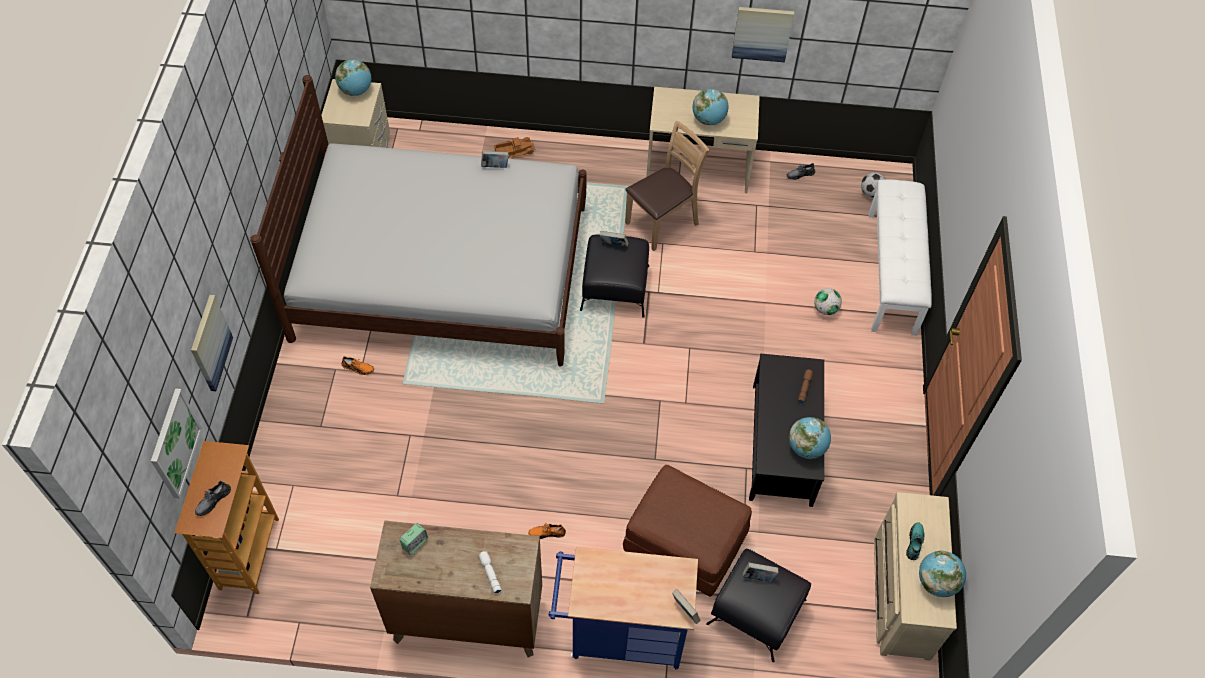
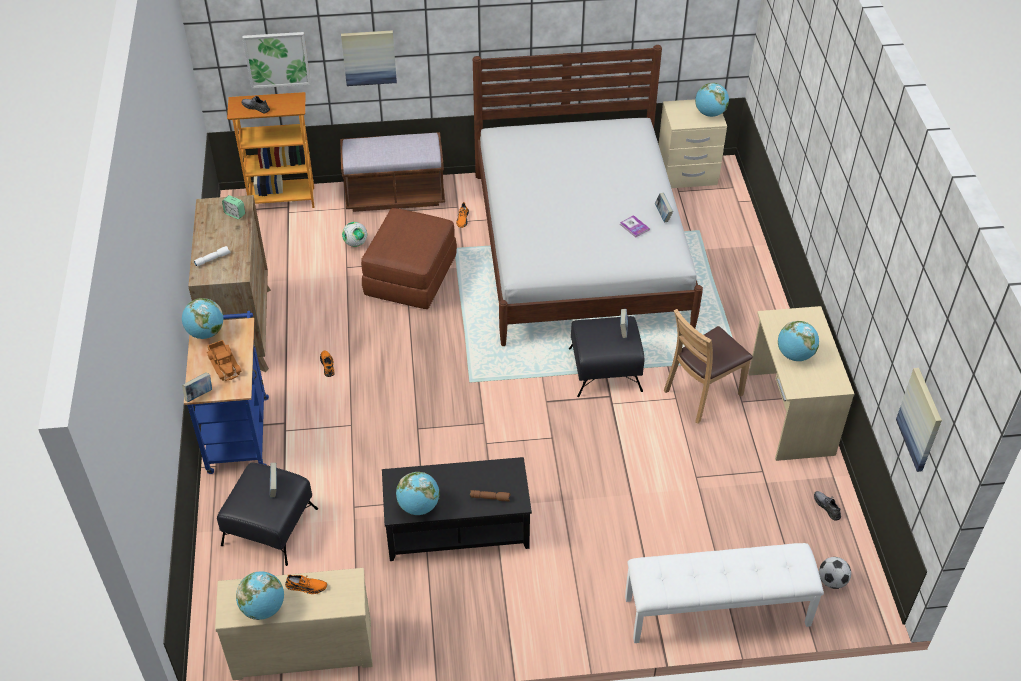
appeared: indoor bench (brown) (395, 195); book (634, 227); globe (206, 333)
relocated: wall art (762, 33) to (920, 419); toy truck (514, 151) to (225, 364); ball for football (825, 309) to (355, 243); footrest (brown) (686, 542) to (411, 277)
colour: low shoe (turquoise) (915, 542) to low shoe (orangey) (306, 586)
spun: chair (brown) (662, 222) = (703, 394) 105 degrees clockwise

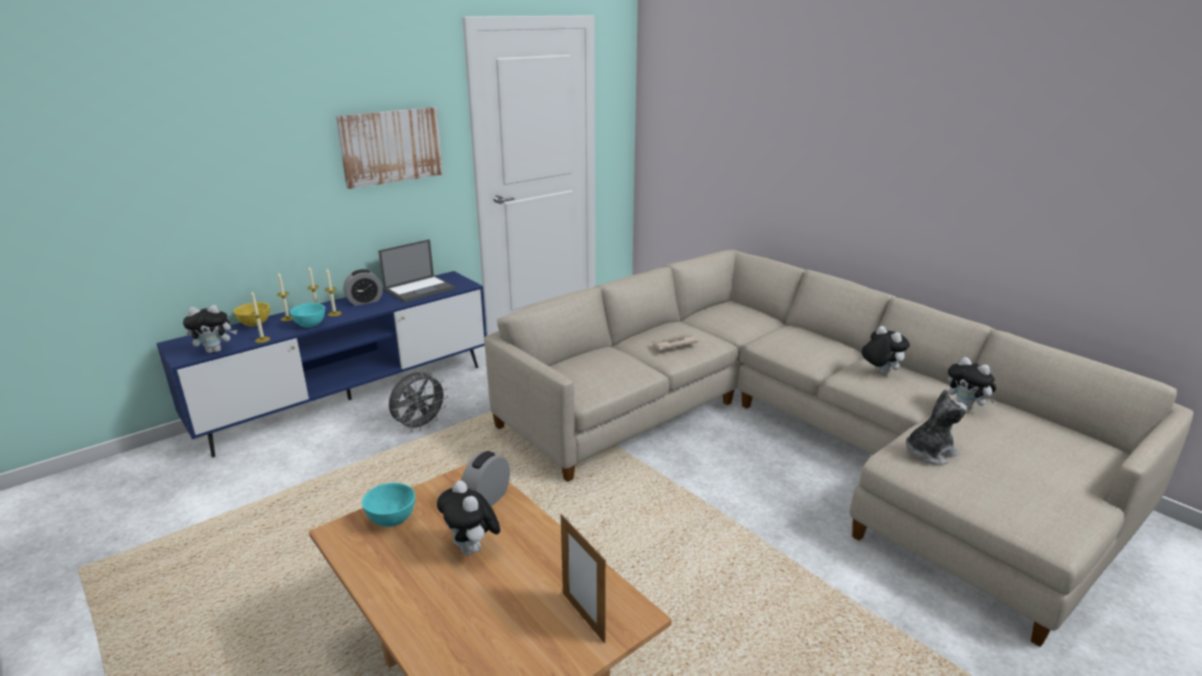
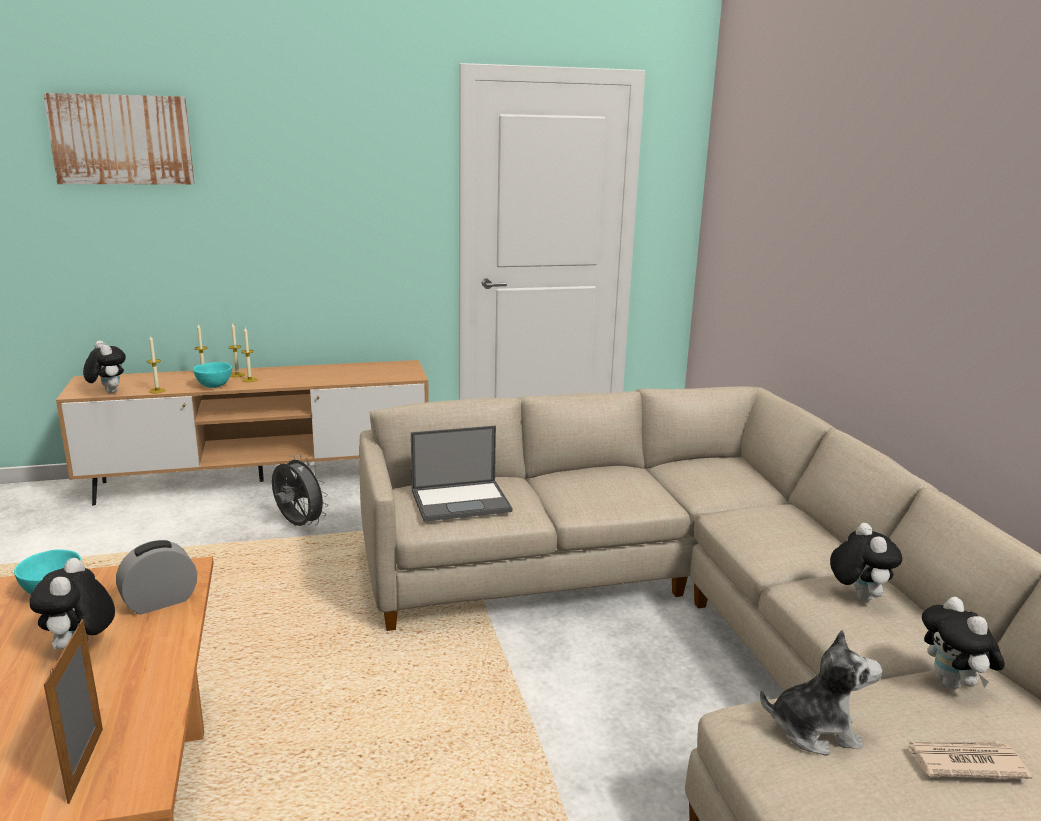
missing: alarm clock (365, 301); deep dish (yellow) (255, 324)
relocated: wall art (391, 146) to (122, 139); notebook computer (420, 289) to (462, 501); daily paper (673, 344) to (963, 762)
colour: media console (blue-coloured) (350, 399) to media console (brown) (261, 481)
spun: cuddly toy (215, 350) = (108, 392) 135 degrees counterclockwise; electric fan (greyish) (420, 426) = (298, 525) 120 degrees counterclockwise

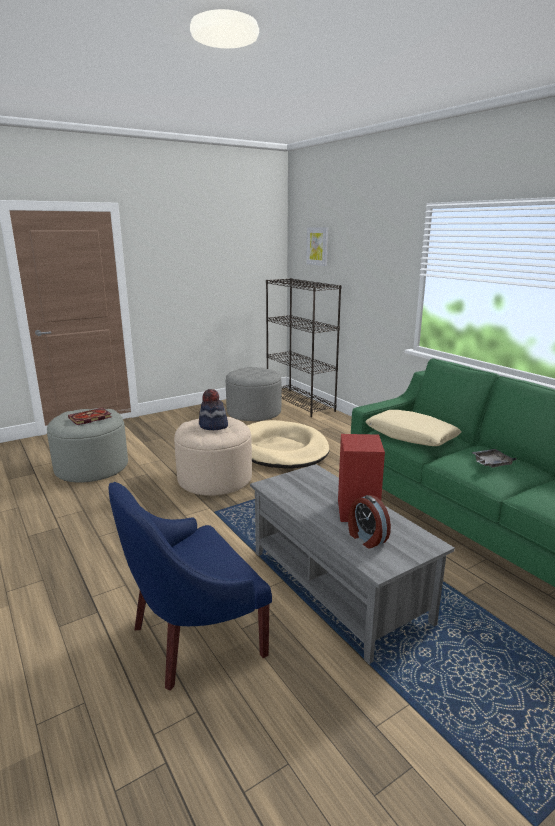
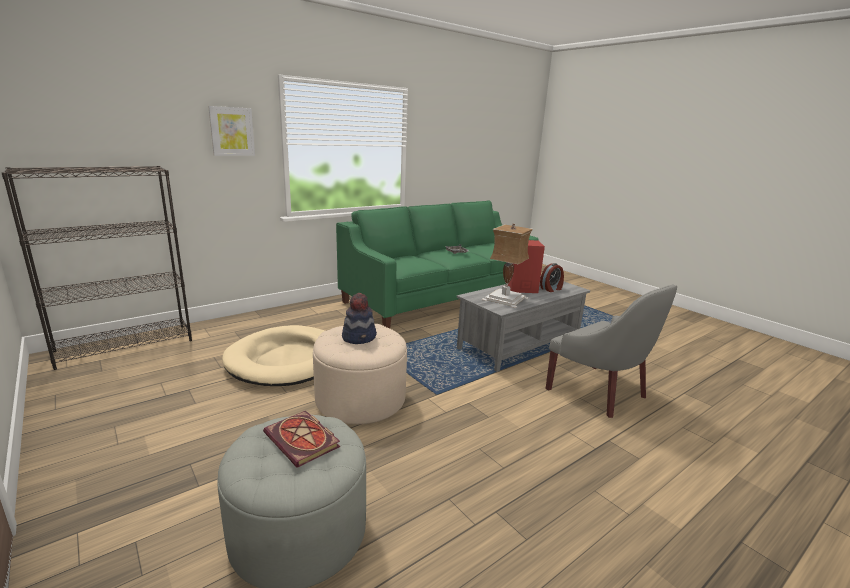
missing: footrest (greyish) (254, 412); throw pillow (sand-coloured) (411, 436)
appeared: lamp for a table (506, 298)
relocated: wall art (317, 246) to (232, 131)
colour: easy chair (blue-coloured) (193, 637) to easy chair (greyish) (600, 392)

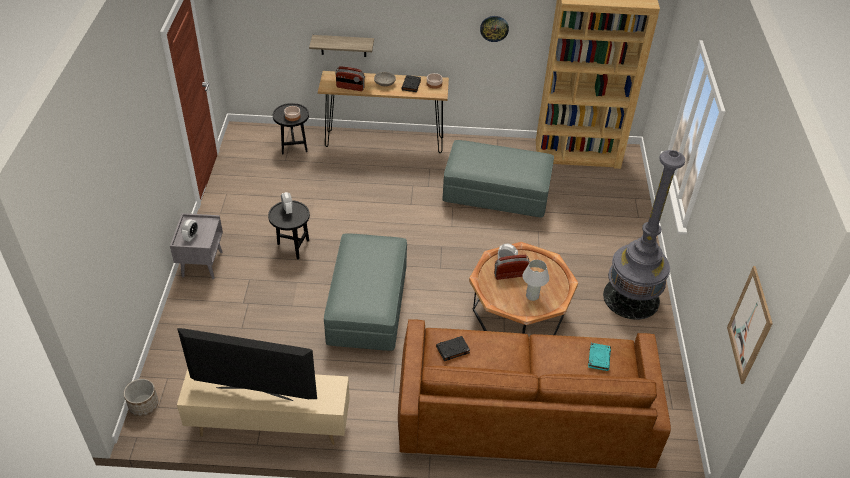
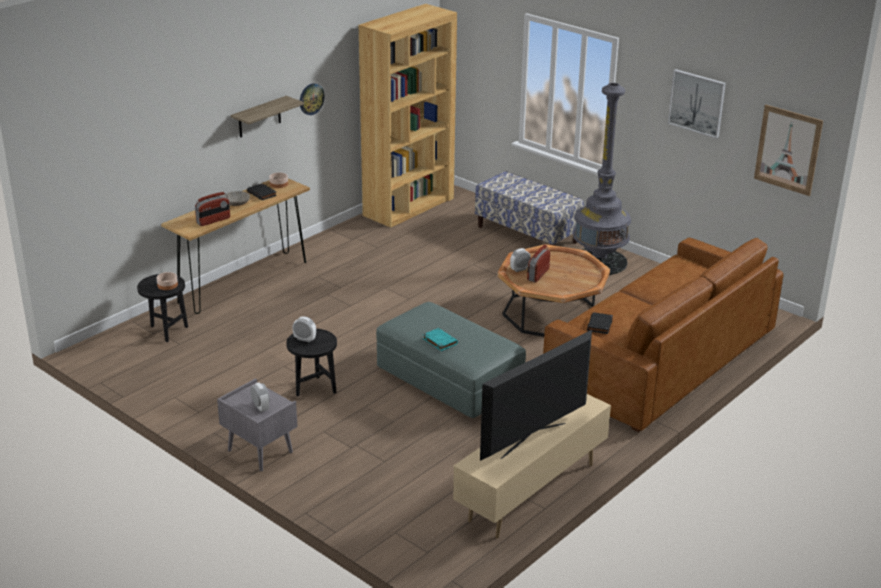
missing: footrest (greyish) (496, 194); lamp for a table (white) (532, 296); planter (144, 405)
appeared: wall art (697, 103); indoor bench (527, 234)
relocated: bracket shelf (343, 46) to (259, 117); book (turquoise) (598, 358) to (439, 341)

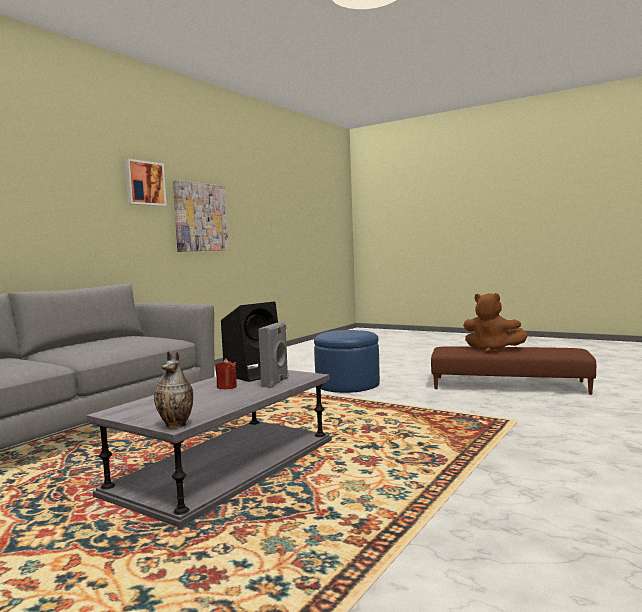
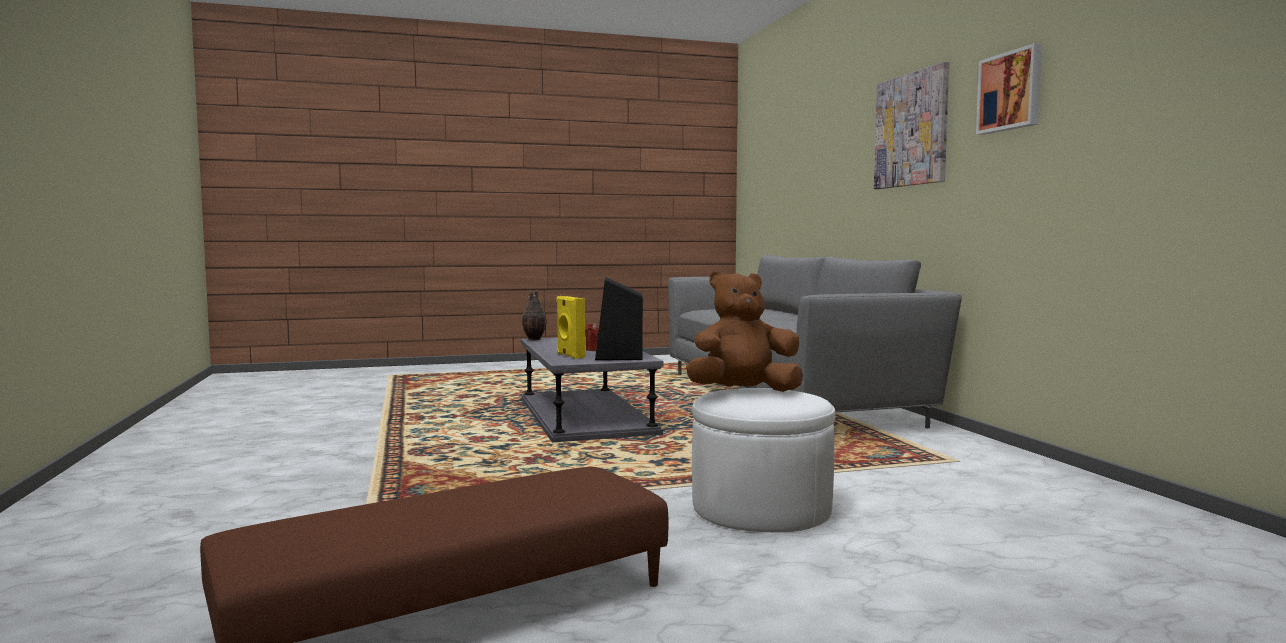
relocated: wall art (200, 217) to (911, 130); cuddly toy (brown) (492, 350) to (743, 392)
colour: loudspeaker (greyish) (276, 382) to loudspeaker (yellow) (569, 355); footrest (blue-coloured) (347, 384) to footrest (white) (761, 508)

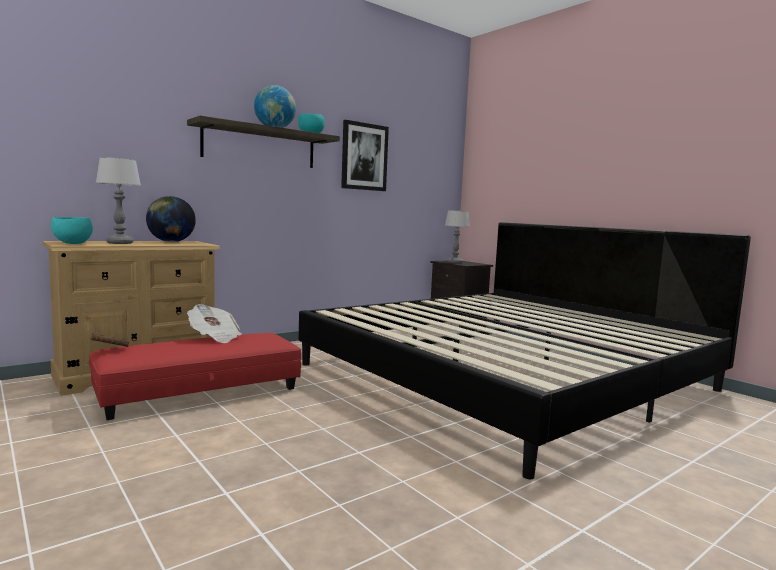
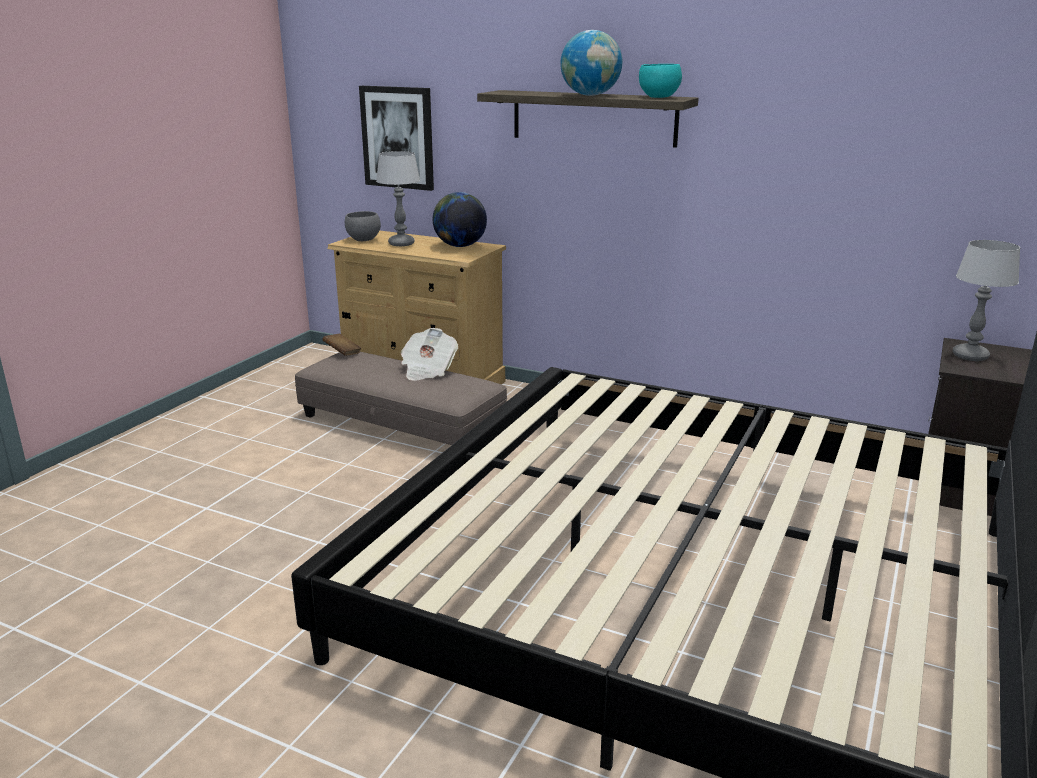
relocated: wall art (364, 157) to (398, 137)
colour: deep dish (turquoise) (73, 243) to deep dish (greyish) (363, 240); footrest (red-coloured) (200, 392) to footrest (greyish) (401, 423)

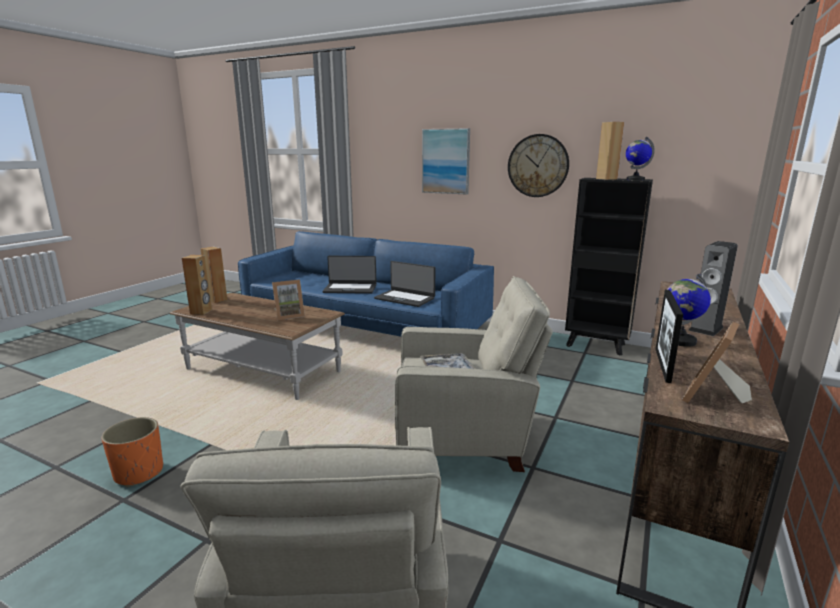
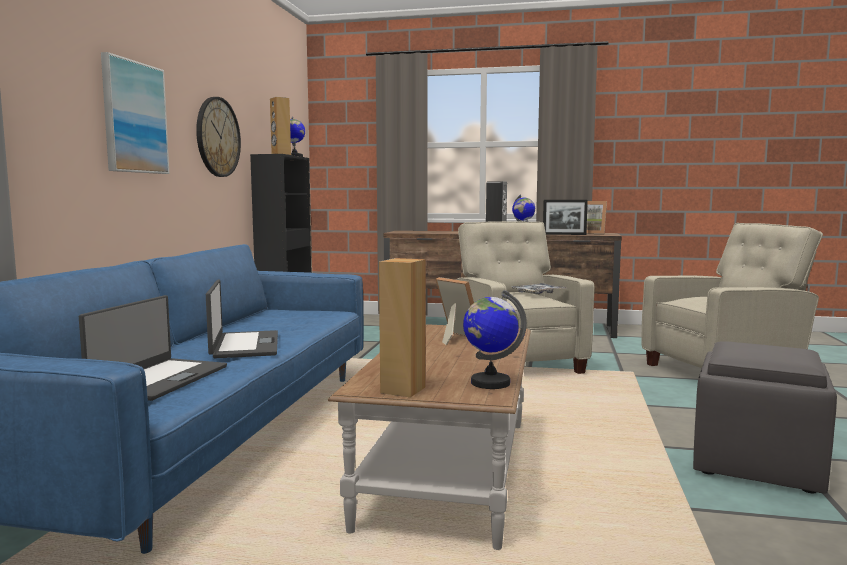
relocated: notebook computer (405, 298) to (159, 379)
exchanged: loudspeaker (brown) (201, 312) to globe (490, 383); planter (orangey) (138, 473) to footrest (greyish) (758, 465)

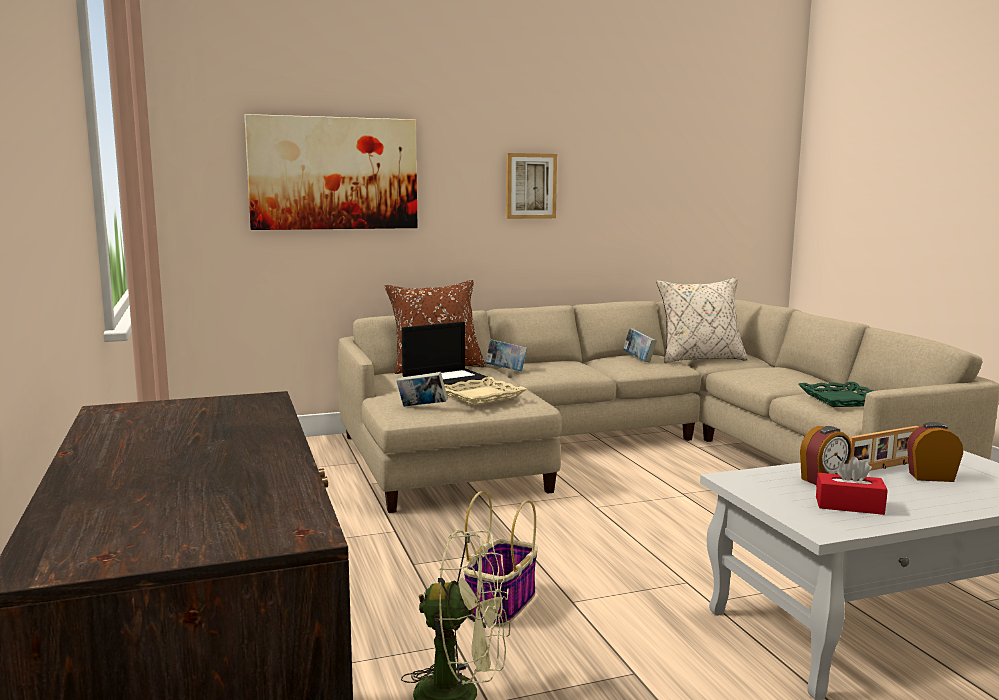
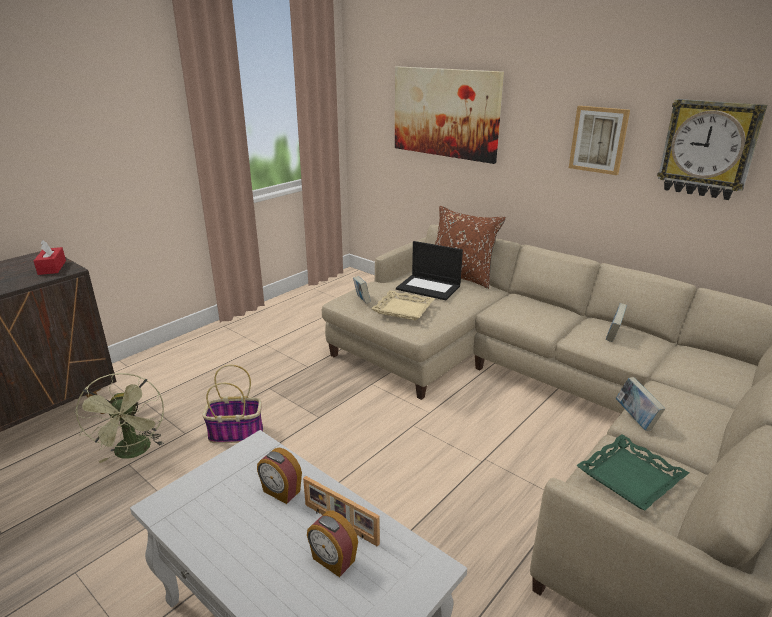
missing: throw pillow (sand-coloured) (699, 359)
appeared: wall clock (708, 149)
relocated: book (506, 370) to (635, 418); tissue box (red-coloured) (849, 505) to (52, 267)
spun: alarm clock (930, 476) = (333, 560) 150 degrees clockwise

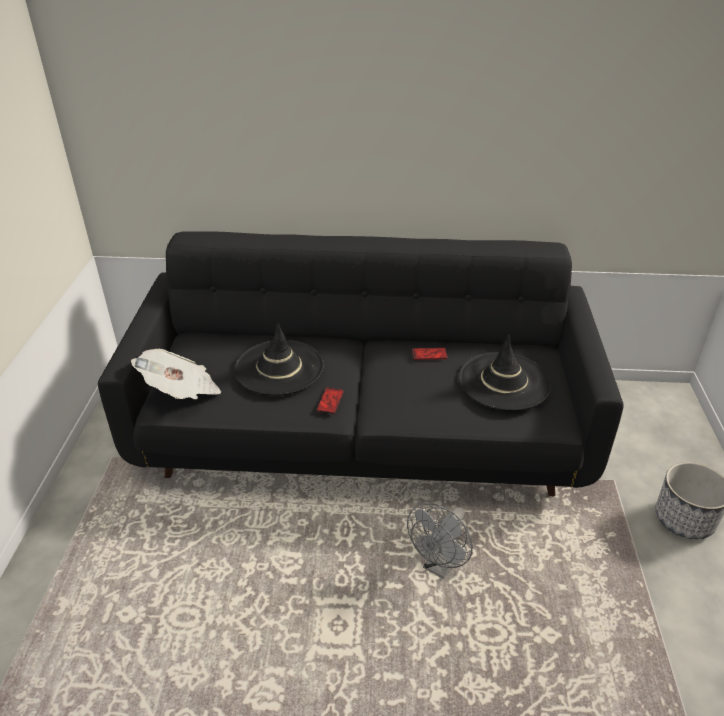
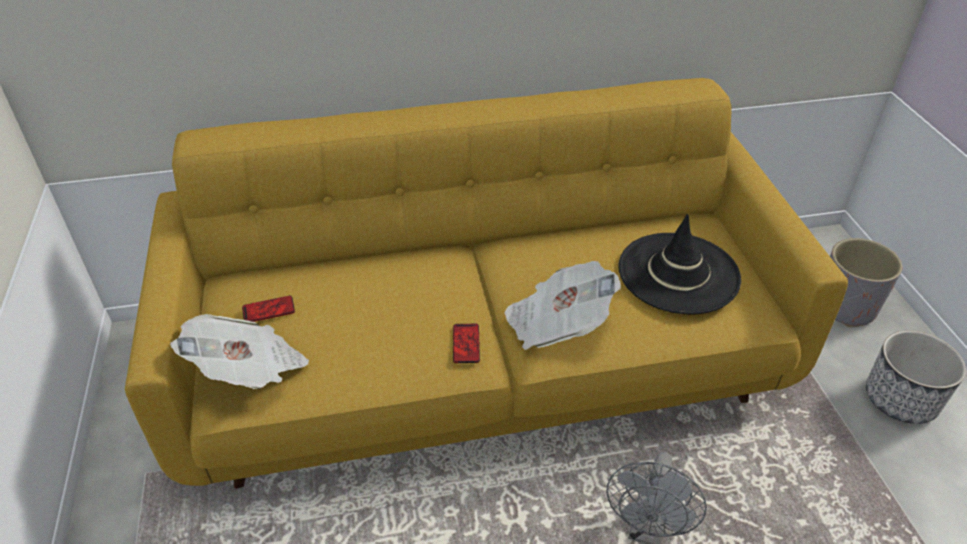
missing: clothing hat (black) (279, 367)
appeared: planter (greyish) (845, 307); daily paper (557, 324)
relocated: handset (429, 354) to (268, 310)
colour: couch (black) (363, 432) to couch (yellow) (484, 364)

